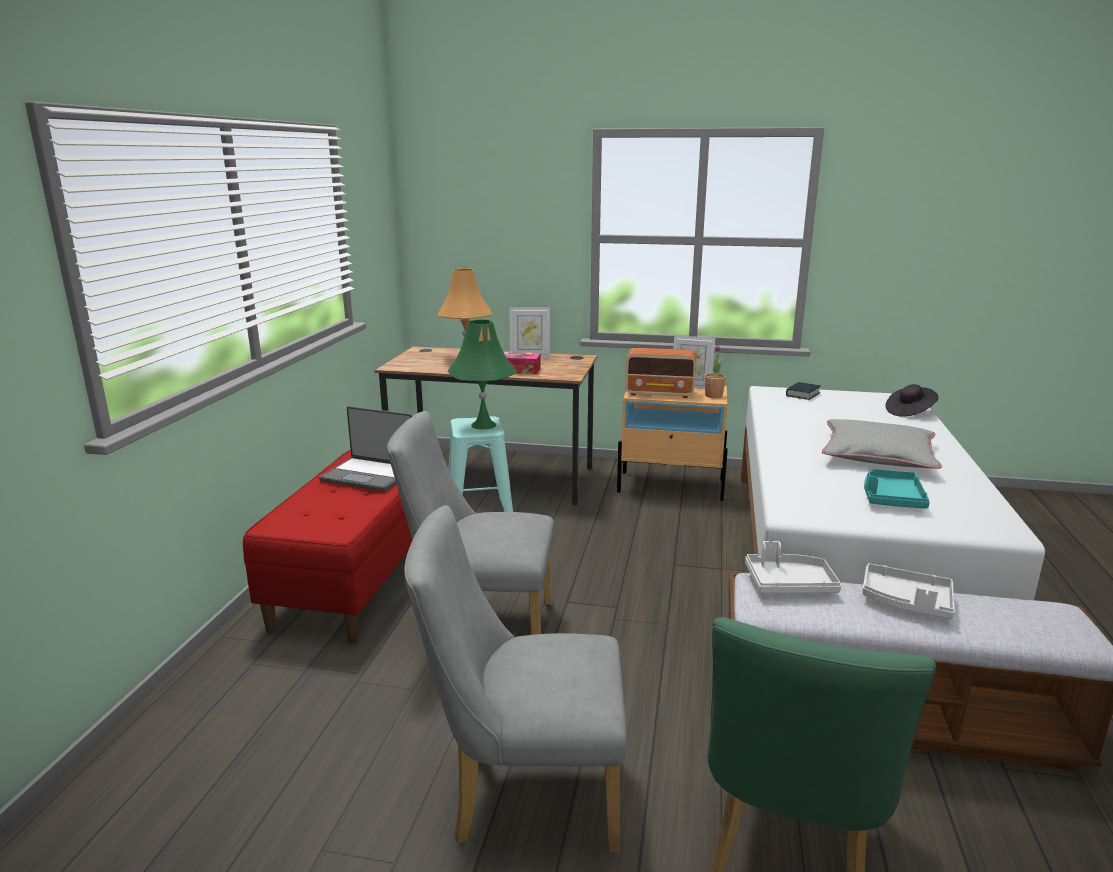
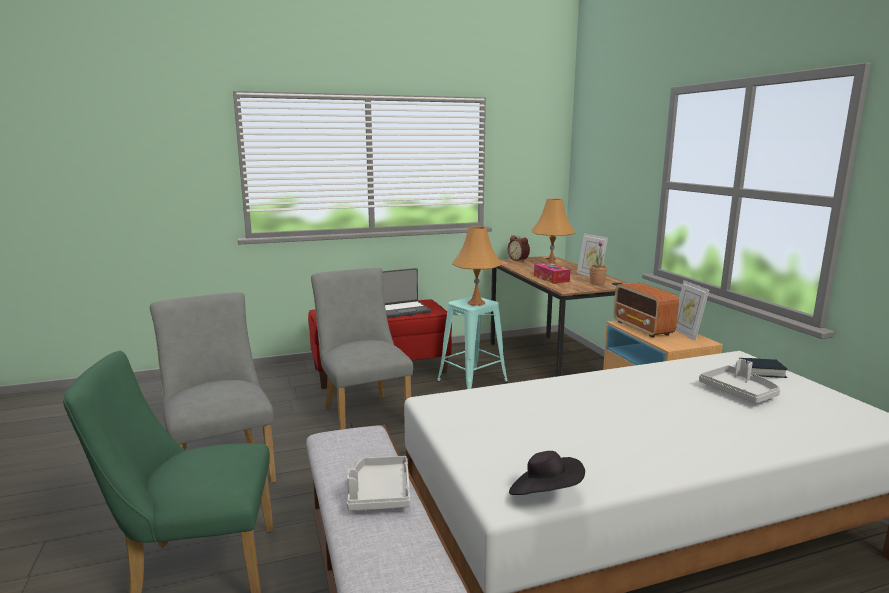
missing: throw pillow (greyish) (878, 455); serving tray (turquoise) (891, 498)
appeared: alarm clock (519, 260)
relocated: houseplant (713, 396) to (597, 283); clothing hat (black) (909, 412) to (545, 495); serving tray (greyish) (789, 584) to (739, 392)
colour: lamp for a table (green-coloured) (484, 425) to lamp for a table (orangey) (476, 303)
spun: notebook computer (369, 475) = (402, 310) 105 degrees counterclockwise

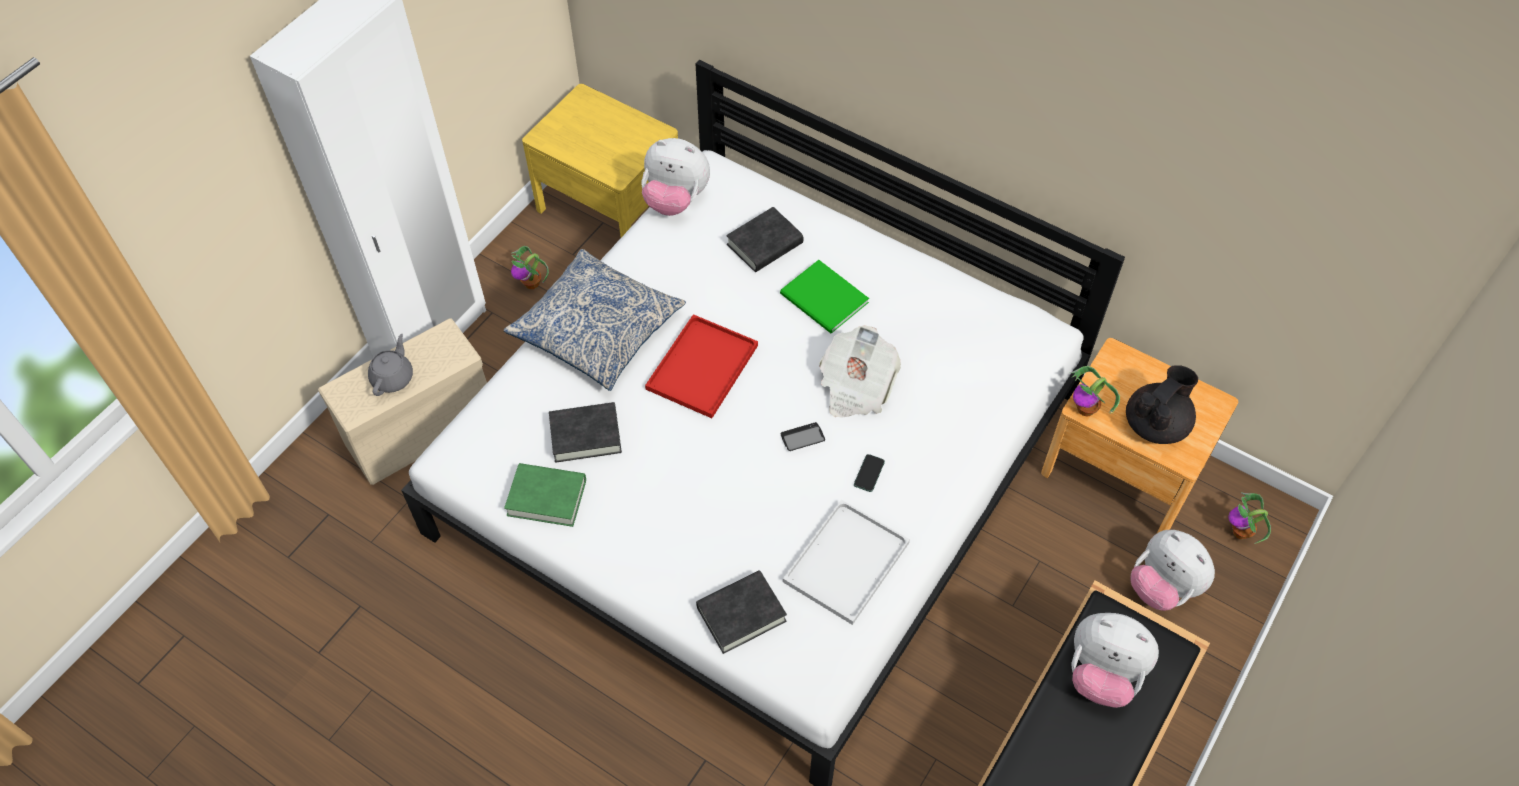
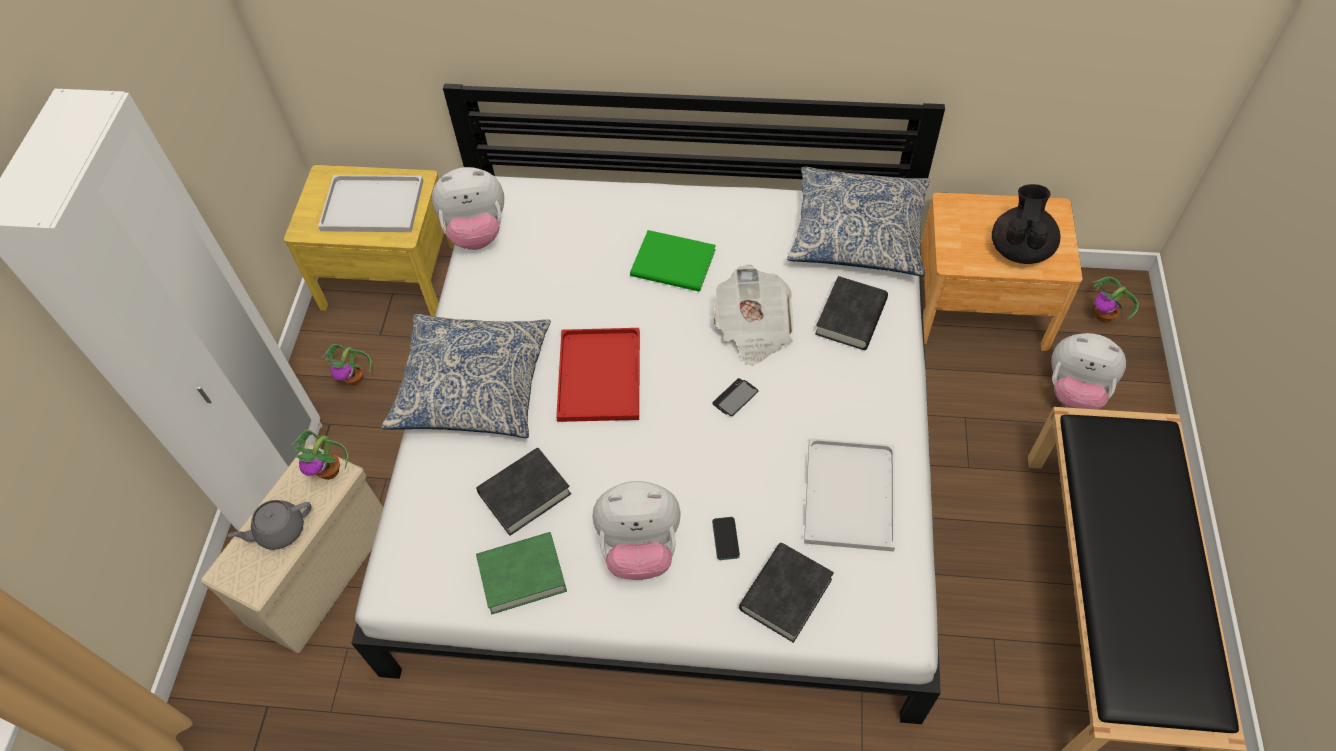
appeared: throw pillow (857, 233); serving tray (white) (374, 204)
relocated: book (black) (764, 244) to (851, 317); houseplant (1086, 409) to (330, 471); handset (869, 473) to (725, 539); cuddly toy (1102, 674) to (639, 547)
spun: pot for tea (greyish) (393, 377) = (280, 530) 105 degrees counterclockwise

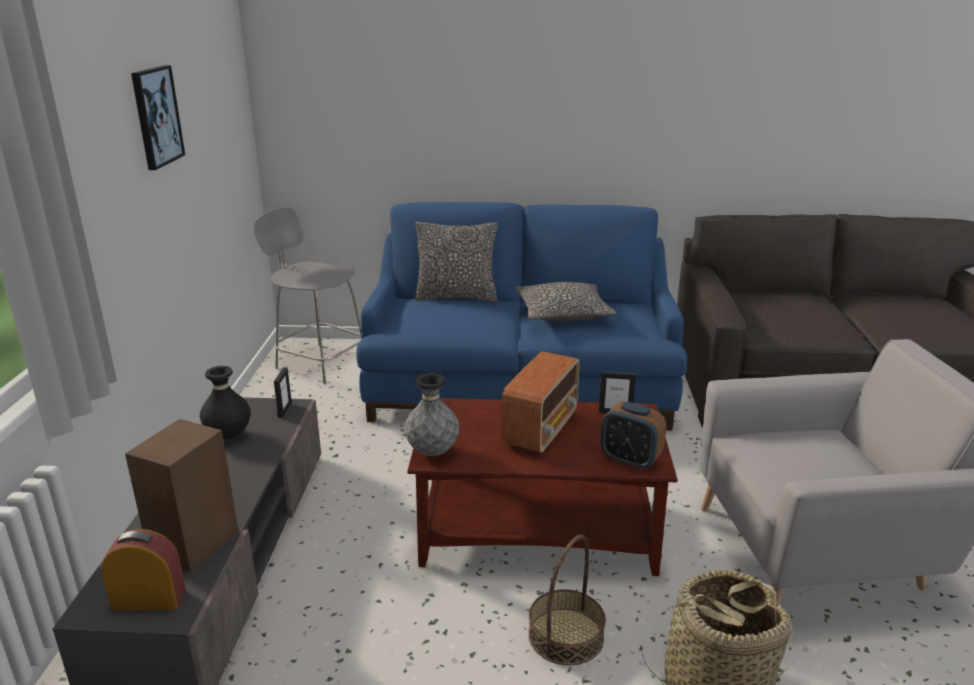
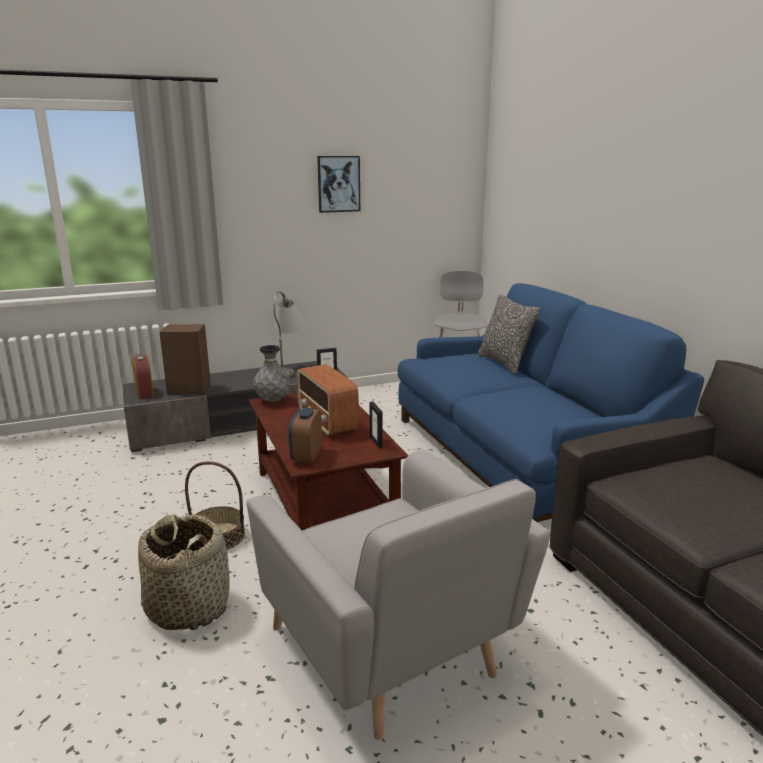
missing: throw pillow (563, 314)
exchanged: decorative vase (black) (229, 436) to lamp for a table (greyish) (288, 370)
spun: radio receiver (541, 429) = (327, 423) 60 degrees clockwise

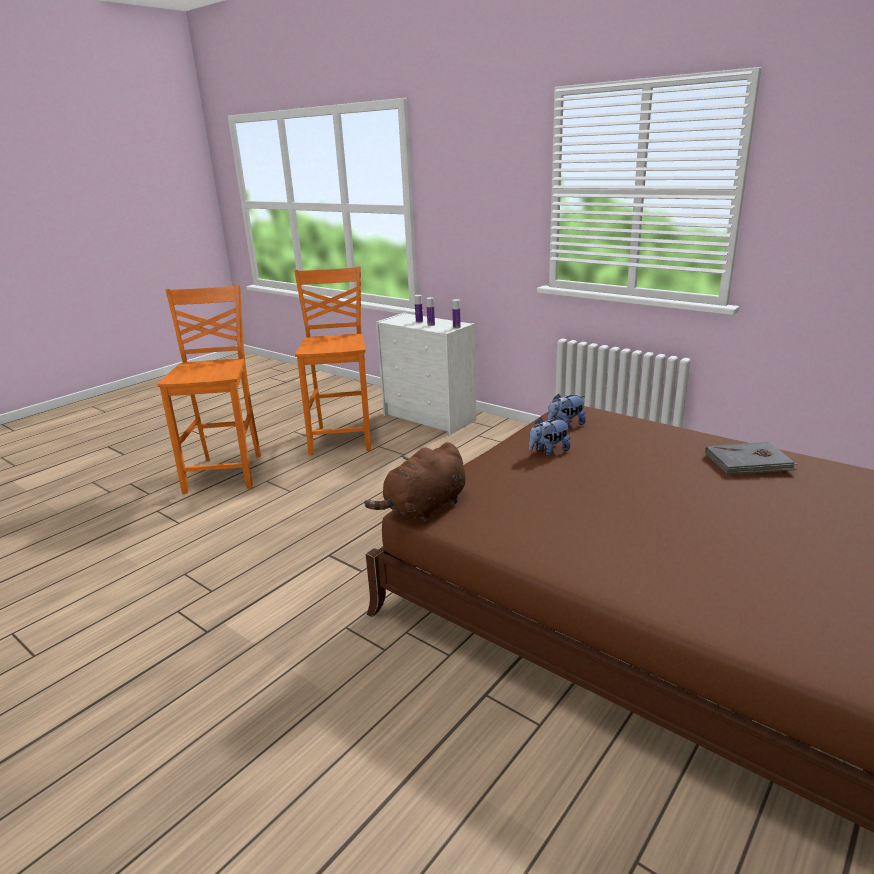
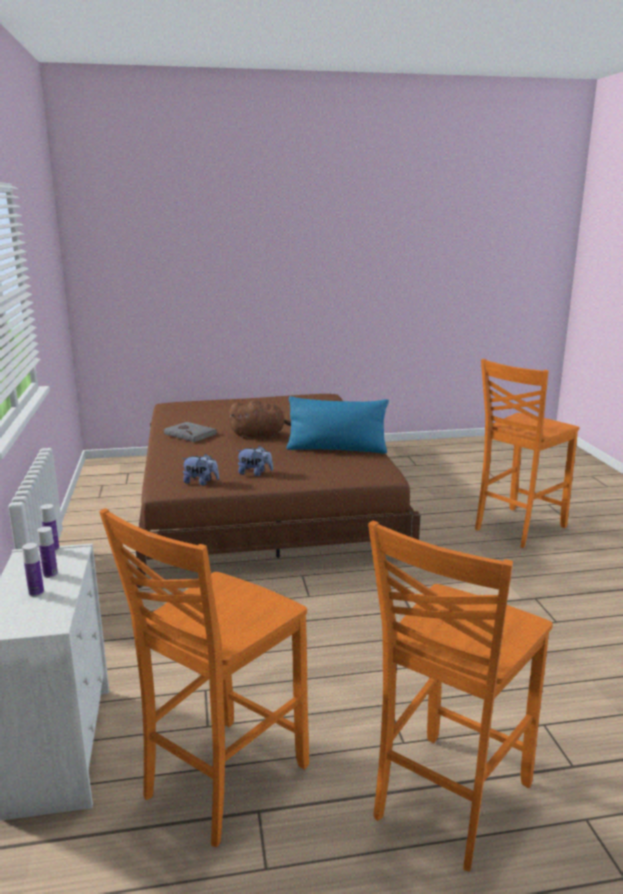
appeared: chair (orangey) (517, 528); throw pillow (blue-coloured) (336, 449)
relocated: cuddly toy (brown) (424, 508) to (260, 435)

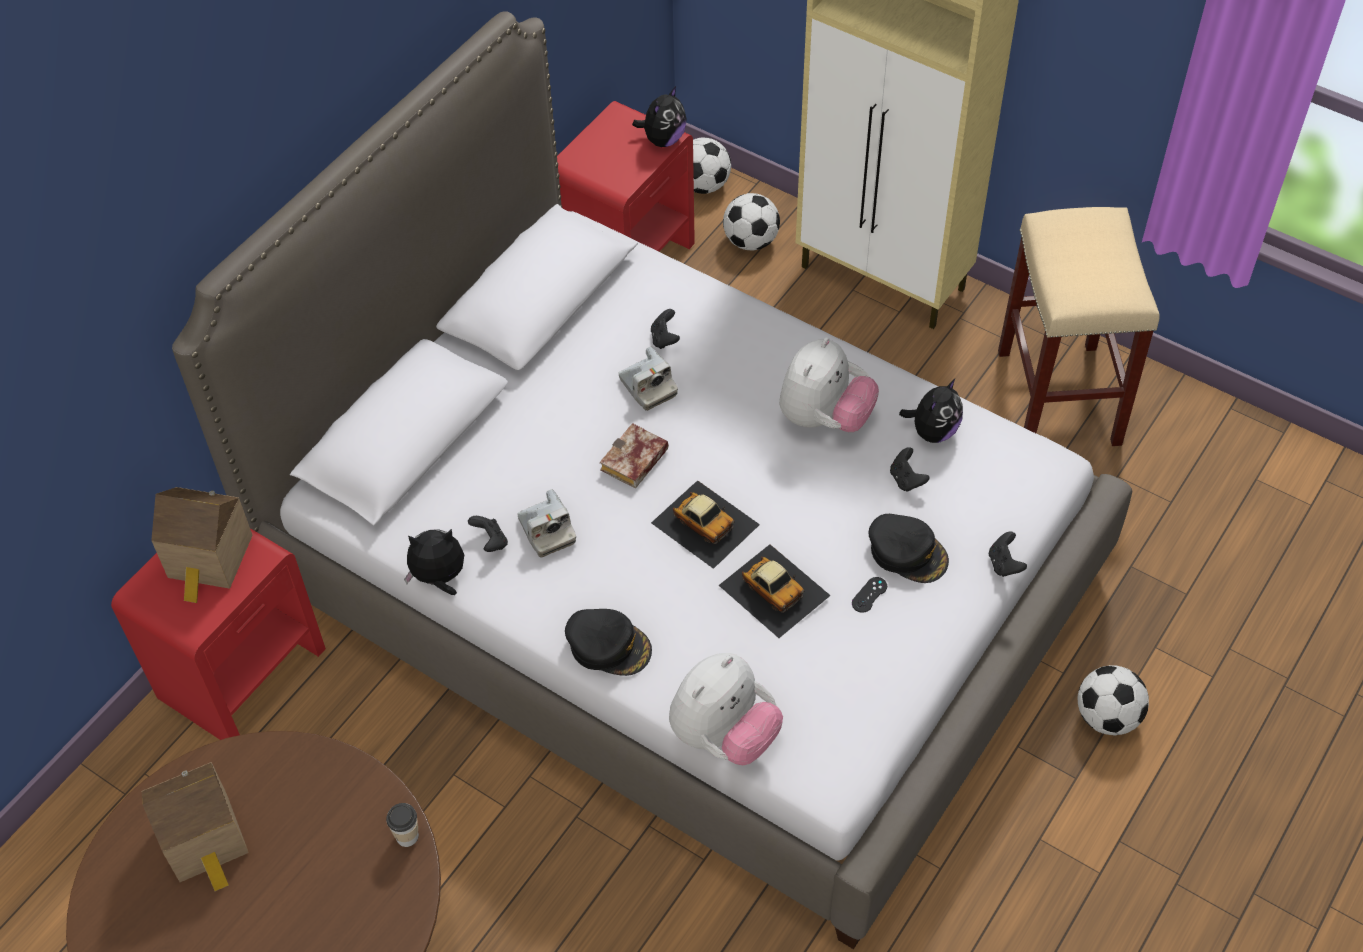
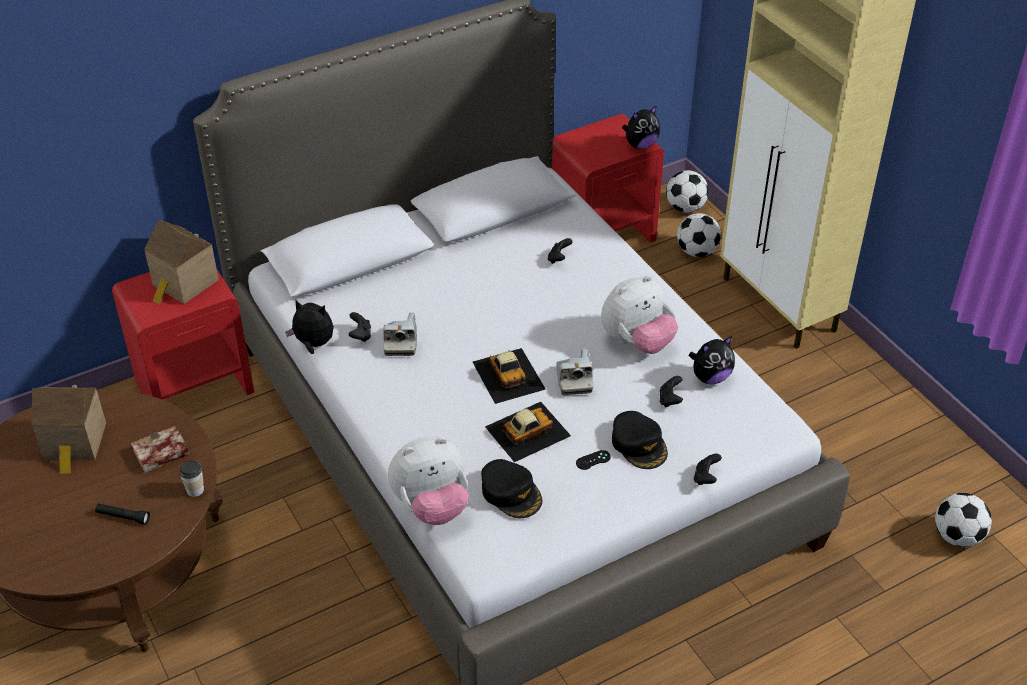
missing: stool (sand-coloured) (1060, 399)
appeared: torch (black) (123, 517)
relocated: photo camera (648, 387) to (574, 380); book (634, 463) to (160, 455); cap (black) (609, 645) to (511, 493); ball for football (1107, 717) to (957, 536)
spun: miniature car (774, 589) = (527, 431) 105 degrees counterclockwise

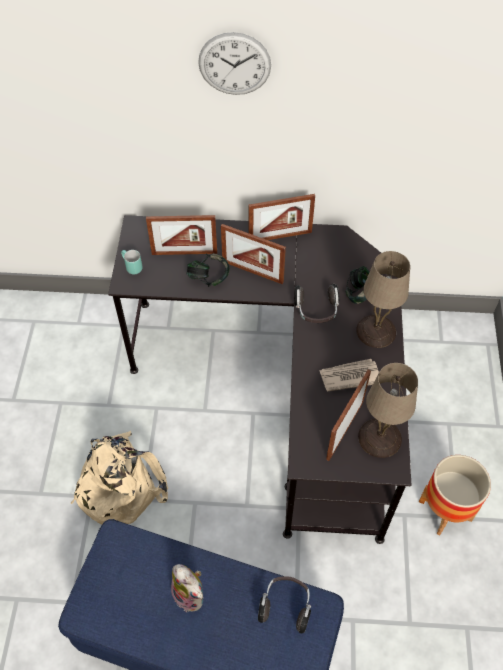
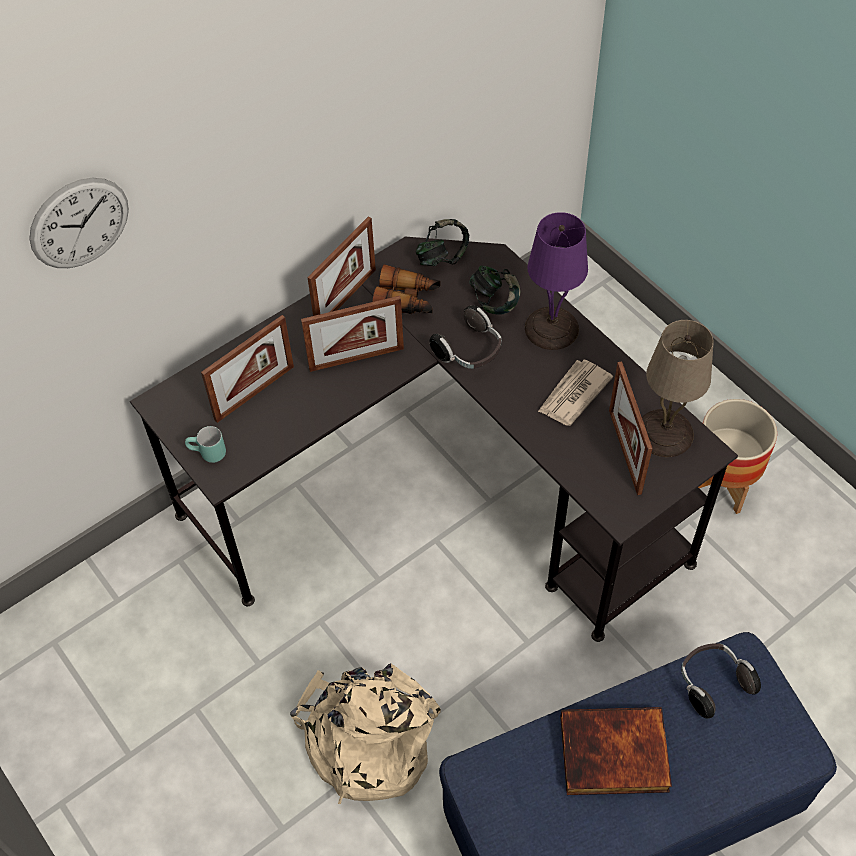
appeared: field glasses (407, 299)
relocated: wall clock (234, 64) to (79, 223); headphones (208, 278) to (442, 257)
exchanged: cuddly toy (191, 594) to book (613, 755)
colour: lamp for a table (sand-coloured) (375, 331) to lamp for a table (purple-coloured) (551, 329)

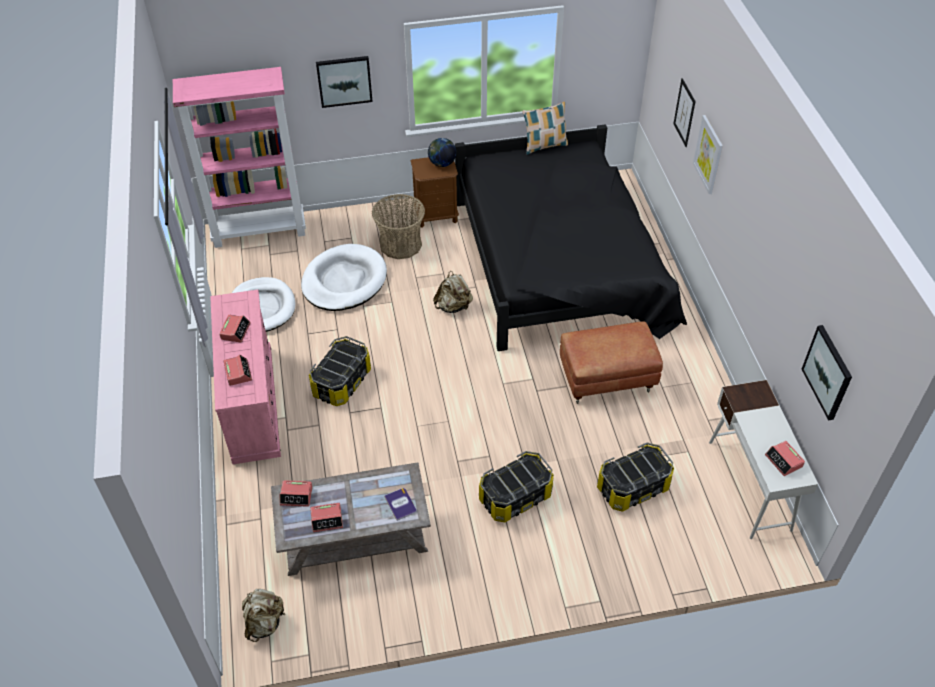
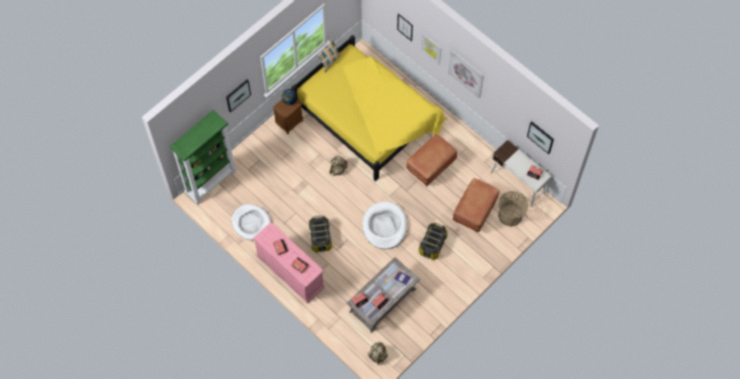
appeared: wall art (466, 73)
relocated: household basket (401, 244) to (510, 215); dog cushion (white) (344, 281) to (384, 226)
exchanged: storage box (633, 487) to footrest (brown) (475, 212)
colour: bookcase (pink-coloured) (260, 231) to bookcase (green-coloured) (211, 182); sleeping bed (black) (561, 264) to sleeping bed (yellow) (369, 117)

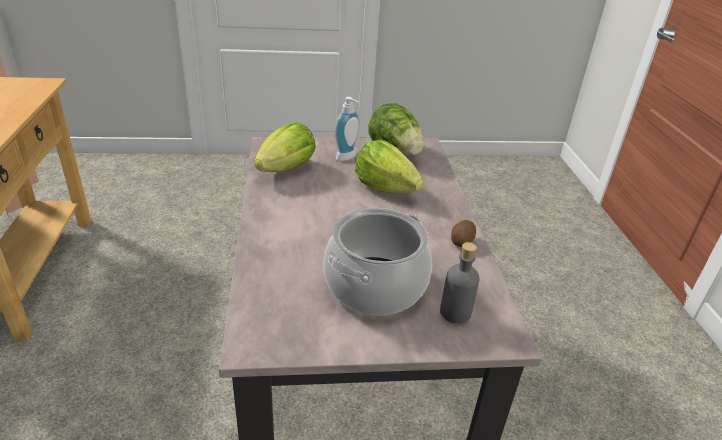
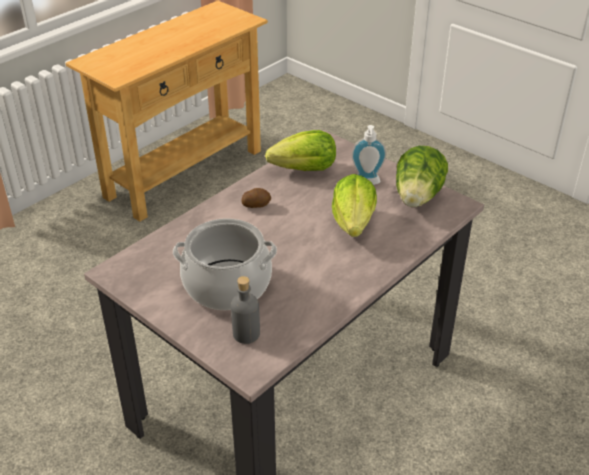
relocated: potato (461, 241) to (256, 205)

